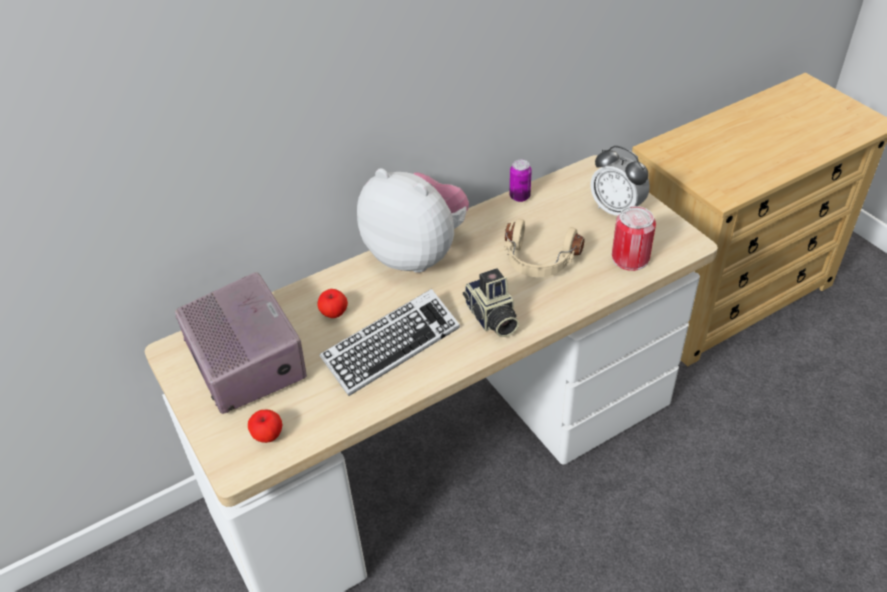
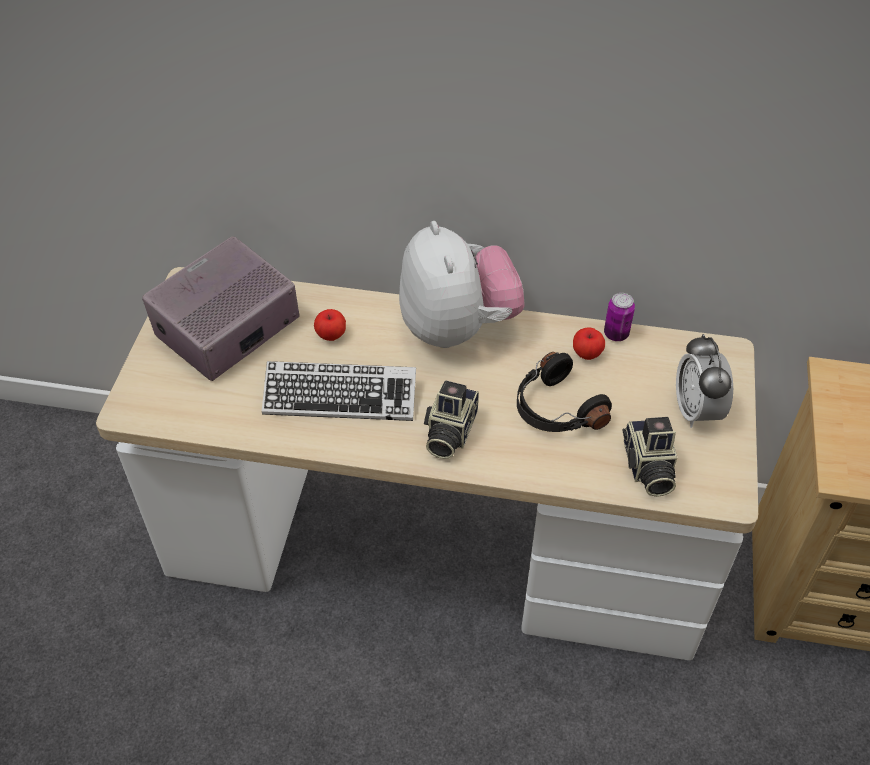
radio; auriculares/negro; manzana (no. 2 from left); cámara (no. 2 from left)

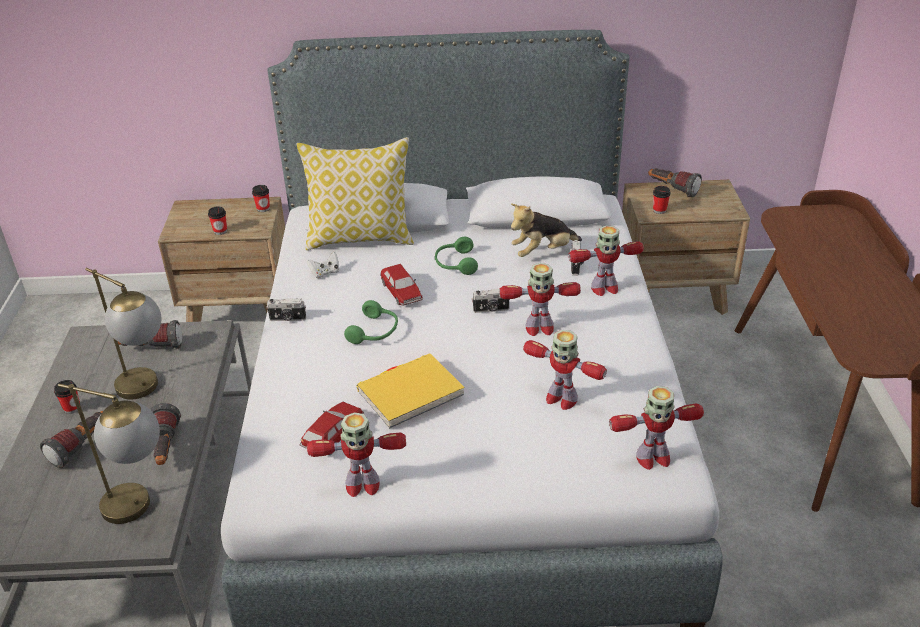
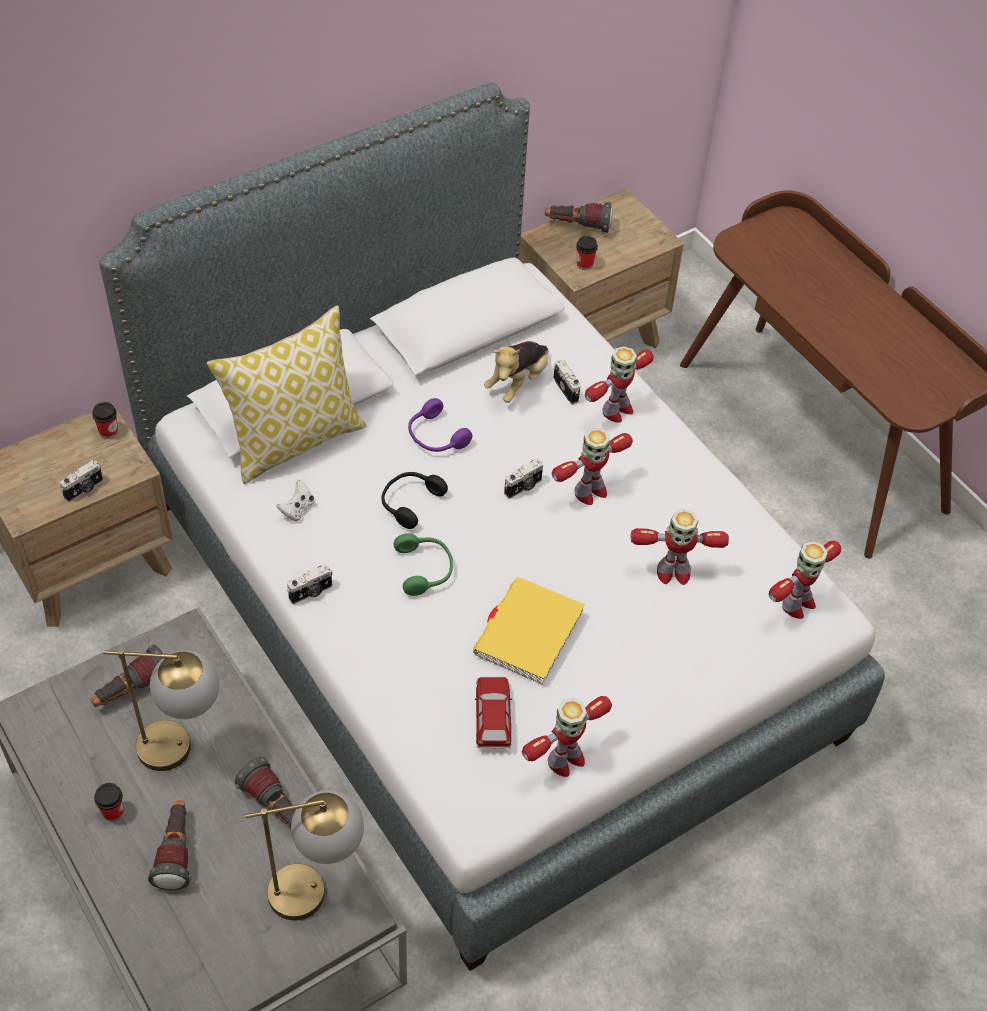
cámara (no. 1 from left); auriculares/negro; auriculares/morado

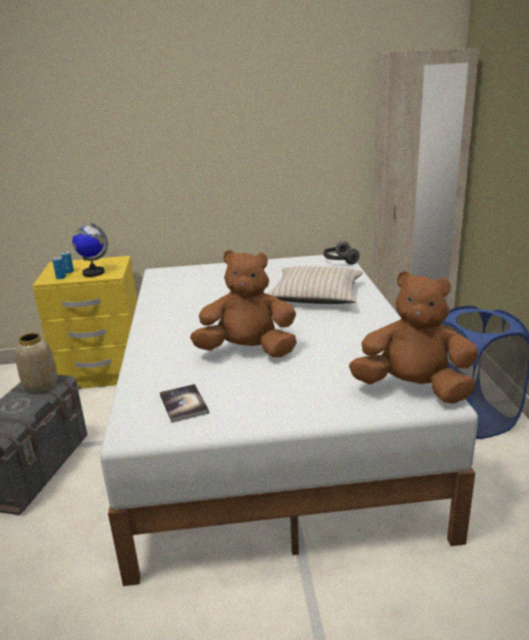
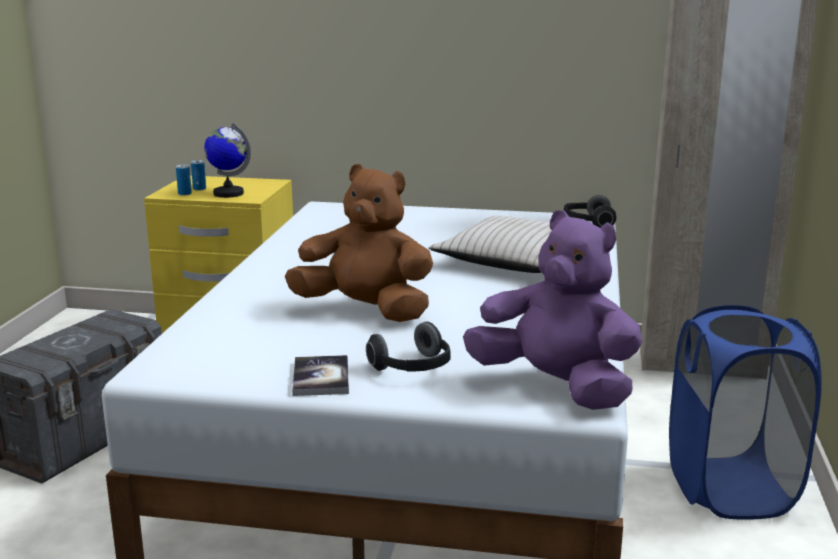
libro; auriculares (no. 1 from left); peluche/morado; florero

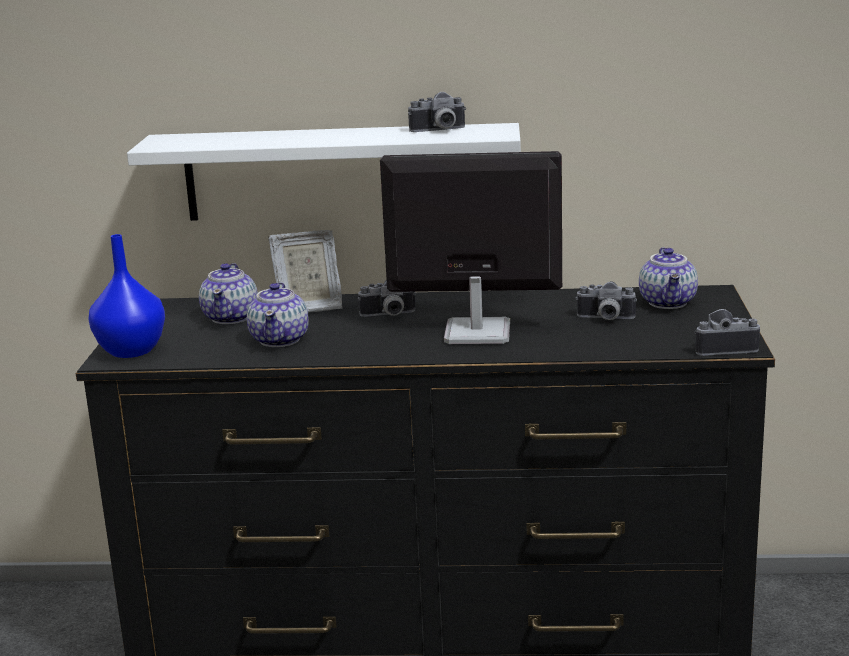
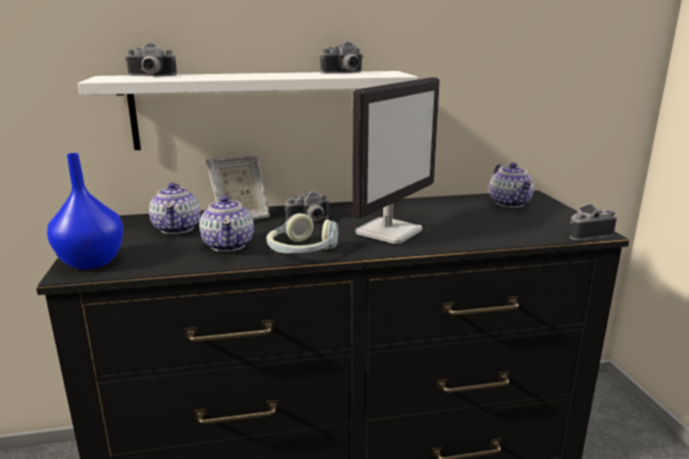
cámara (no. 1 from left); auriculares; monitor

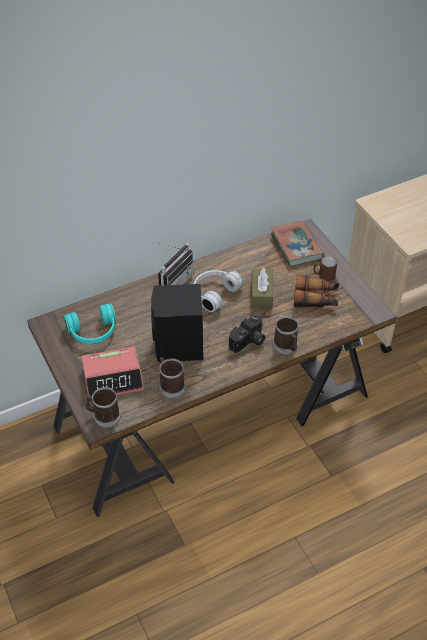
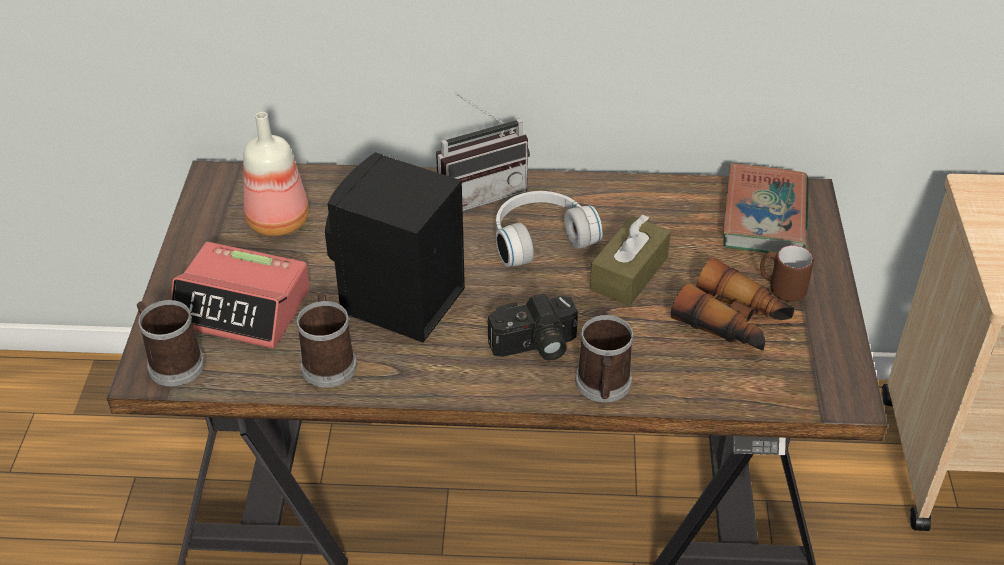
botella

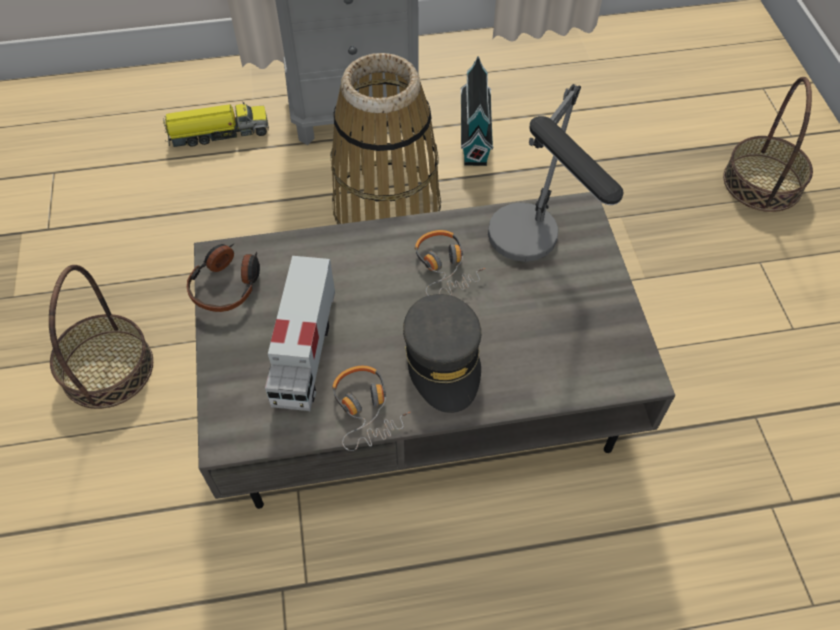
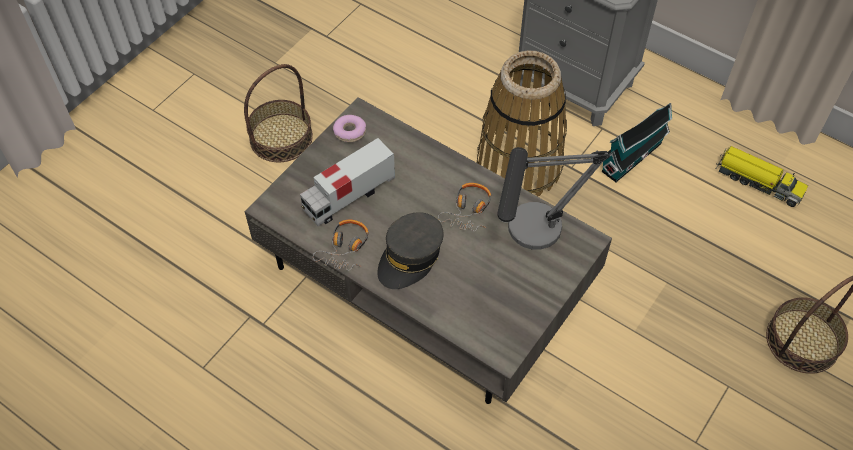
rosquilla; camión de juguete (no. 2 from left)

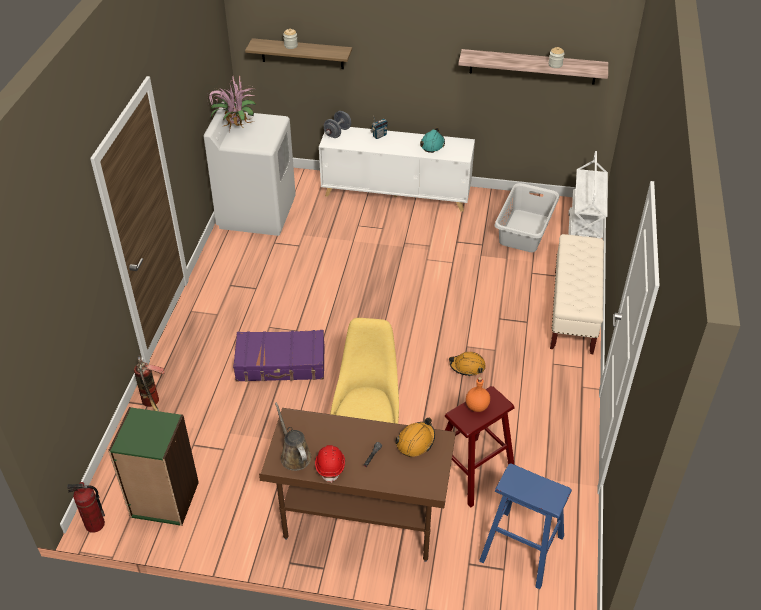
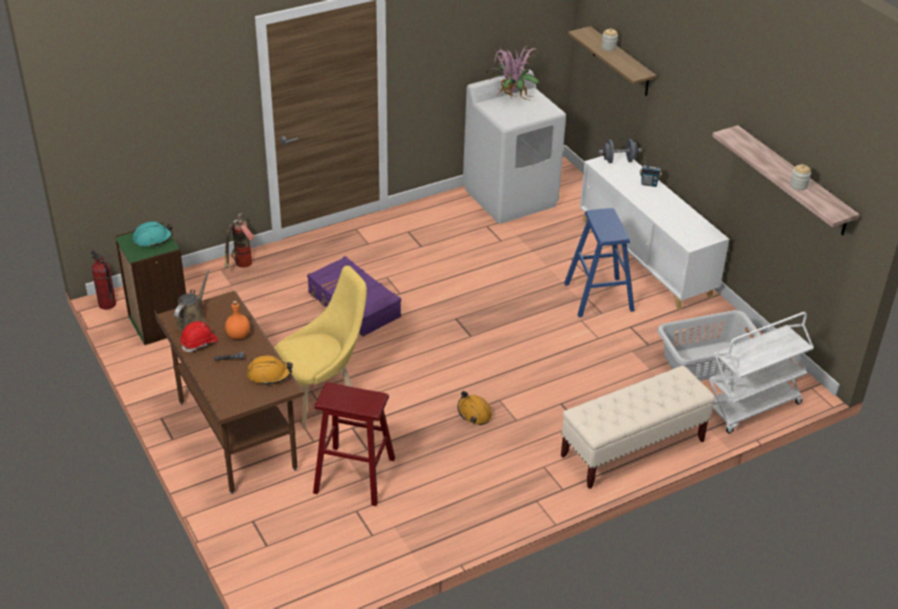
casco/turquesa; botella/naranja; taburete/azul

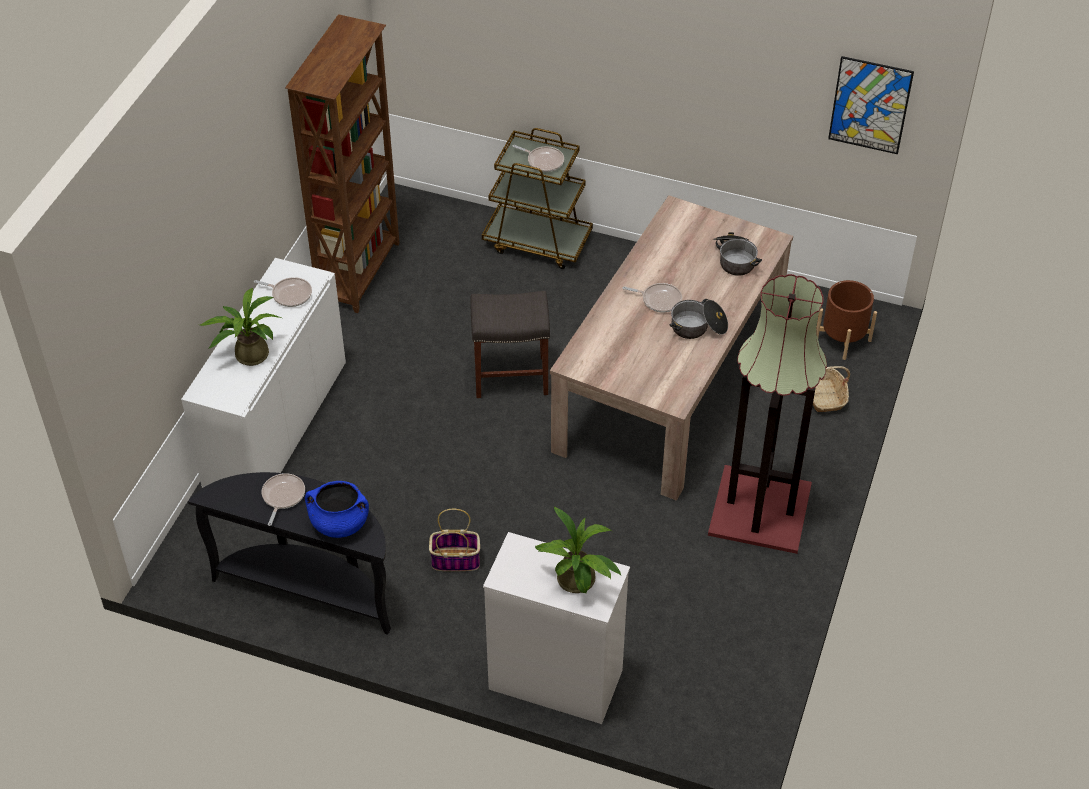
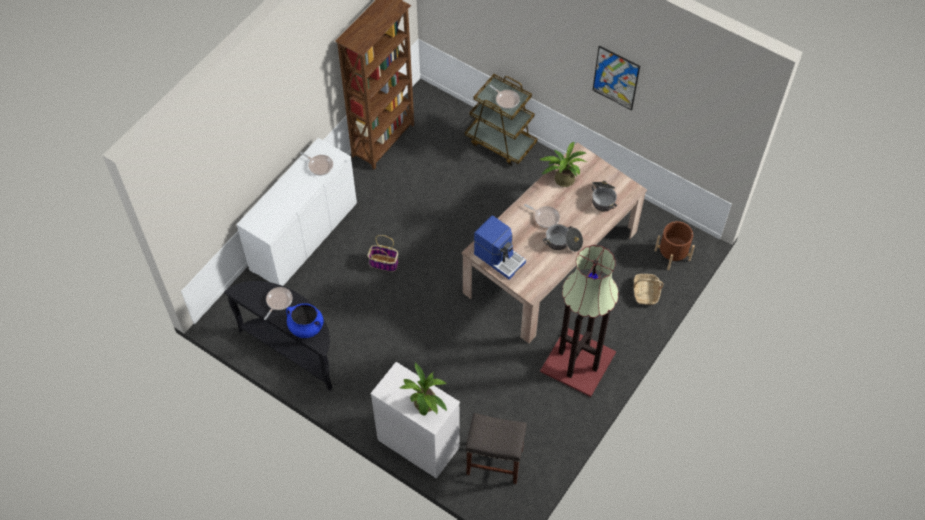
cesta (no. 1 from left); taburete/gris; cafetera; planta en maceta (no. 2 from left); cuadro

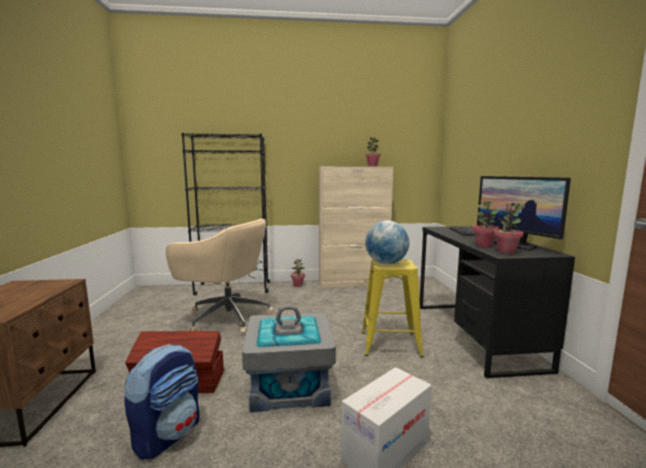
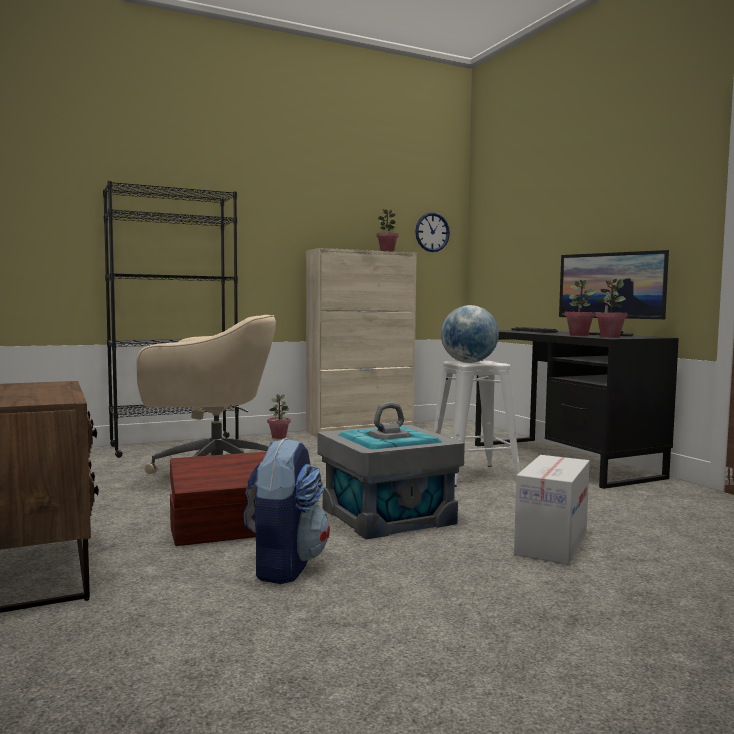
reloj de pared; taburete/blanco

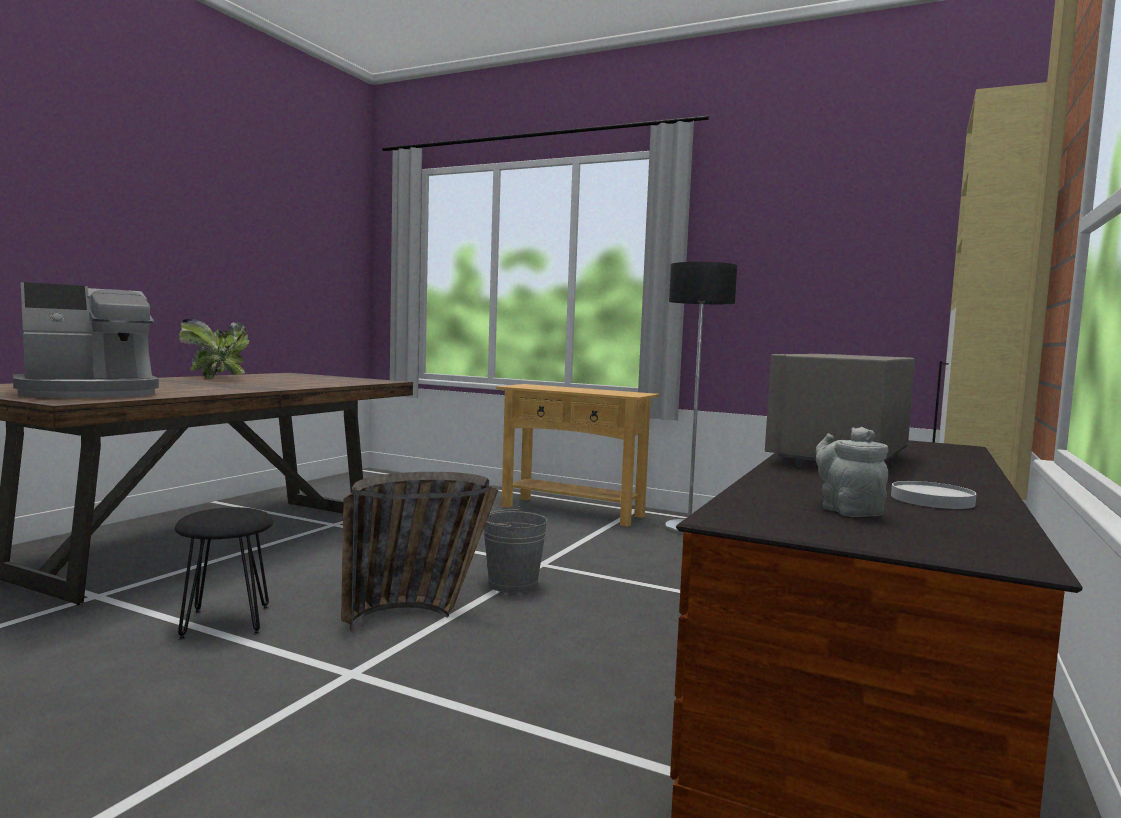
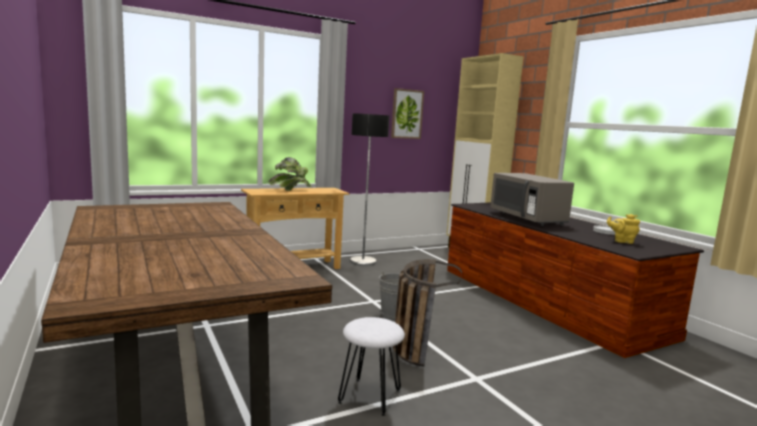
planta en maceta; taburete/blanco; cuadro; tetera/amarillo; cafetera

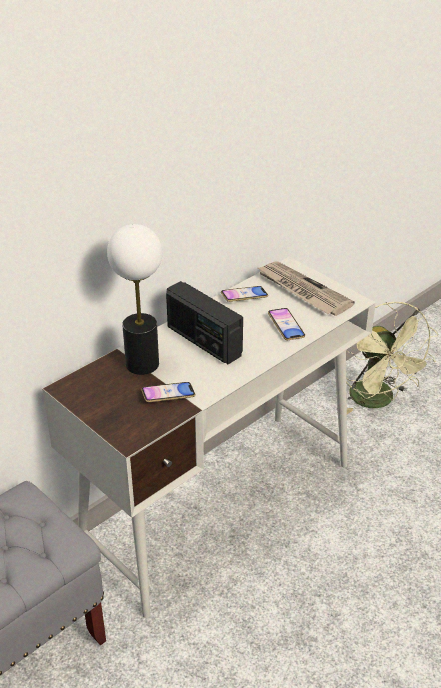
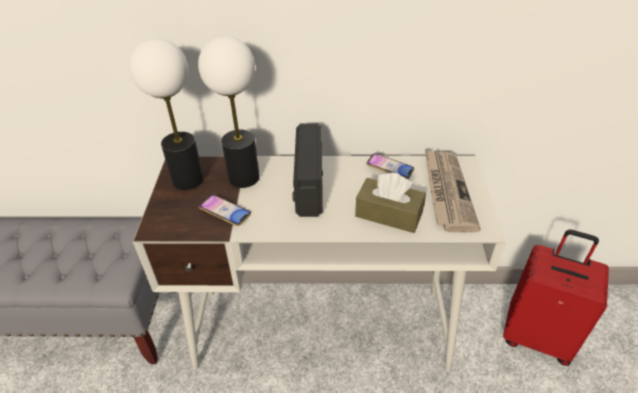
lámpara de mesa (no. 1 from left); caja de pañuelos/marrón; maleta/rojo

